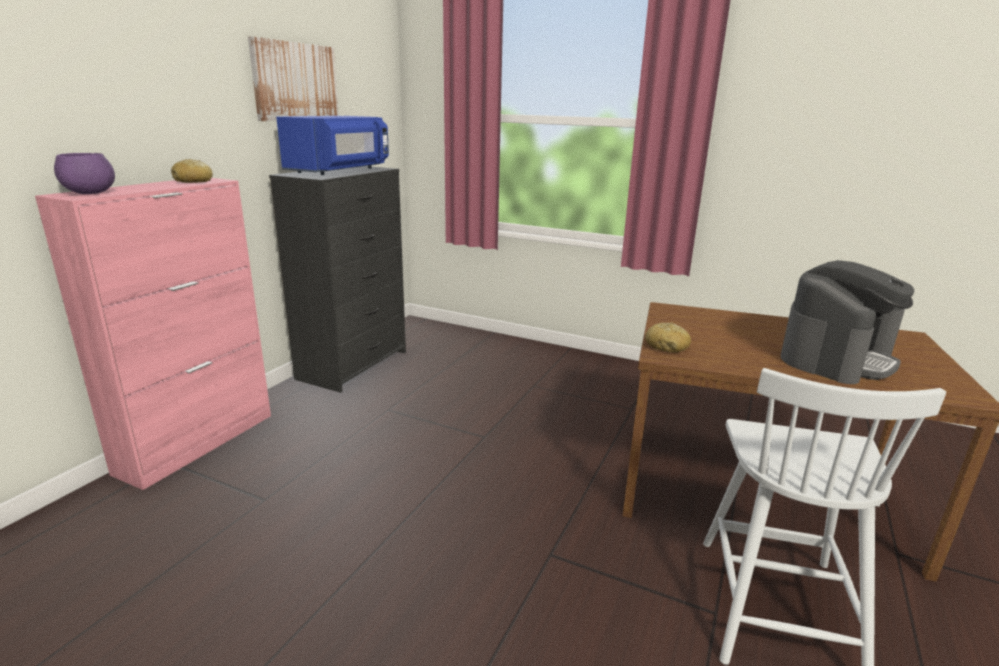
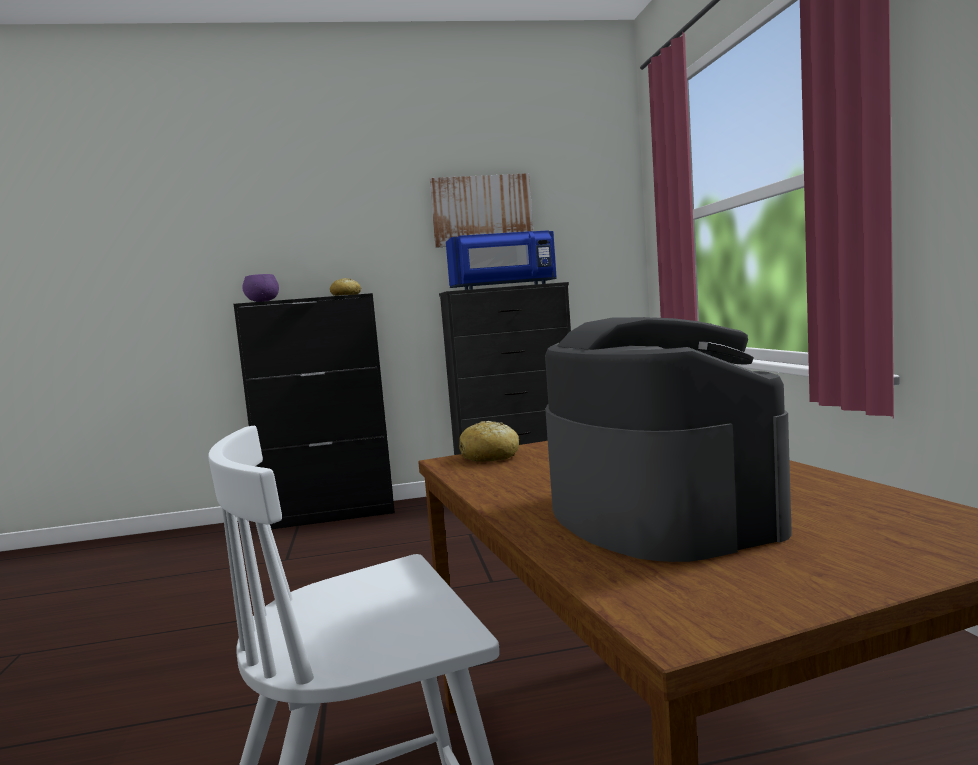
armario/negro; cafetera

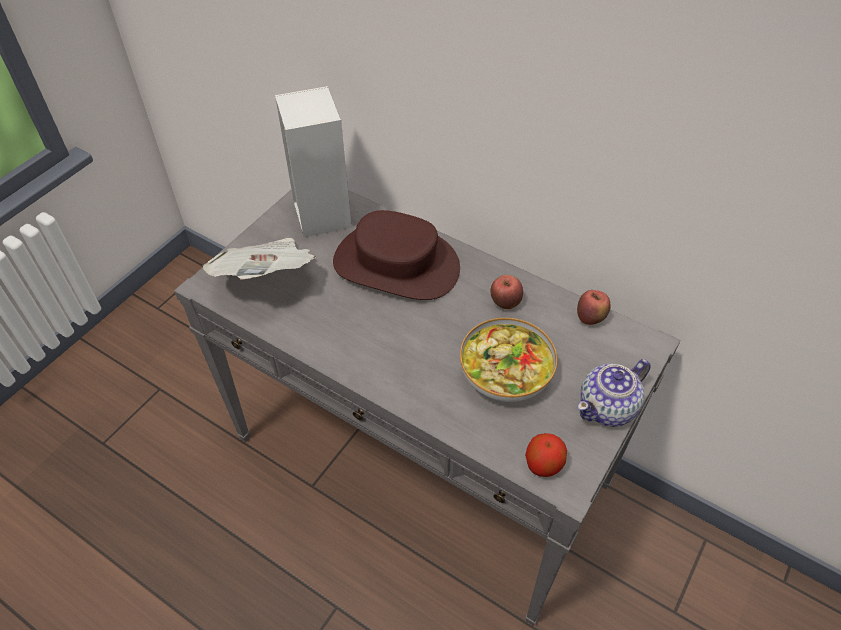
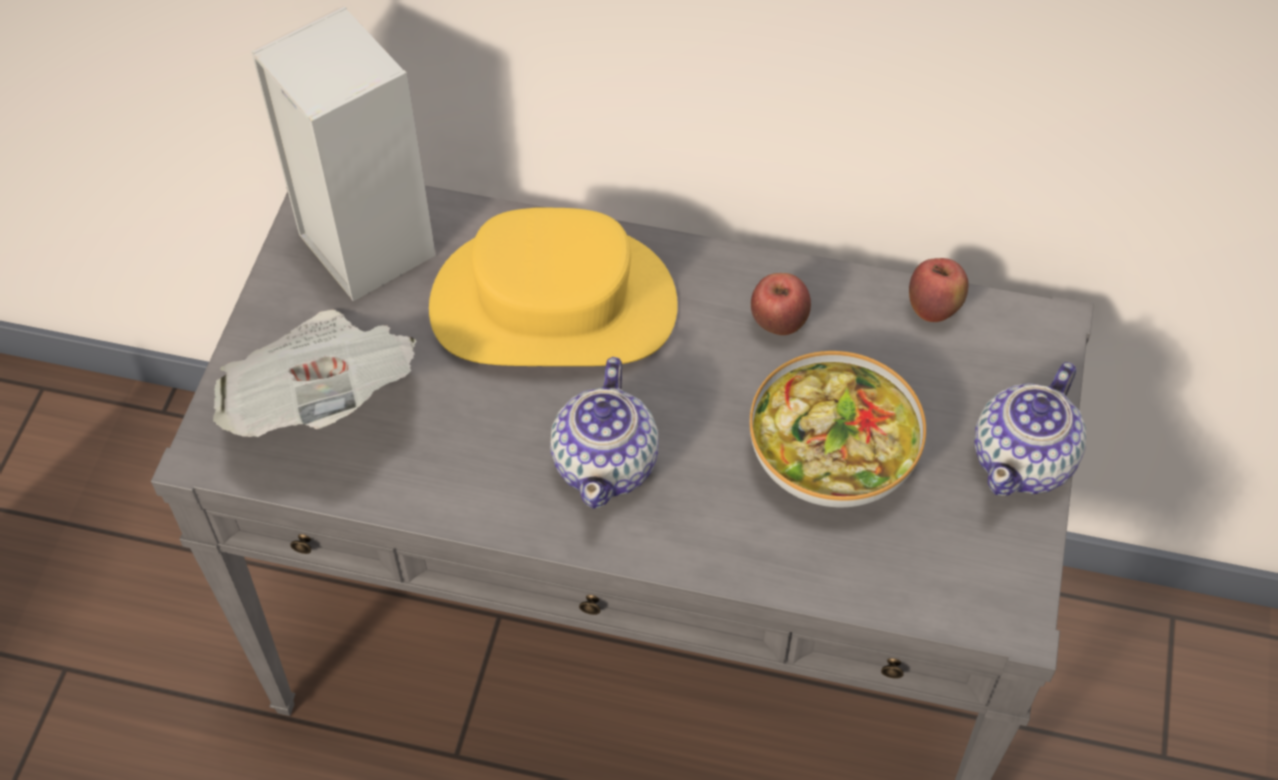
sombrero/amarillo; tetera (no. 1 from left); manzana (no. 2 from left in the first image)

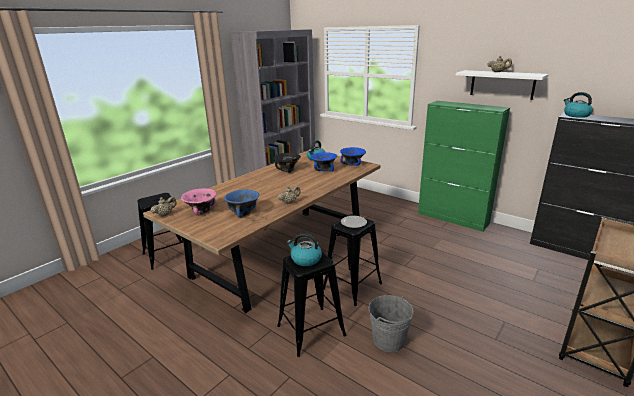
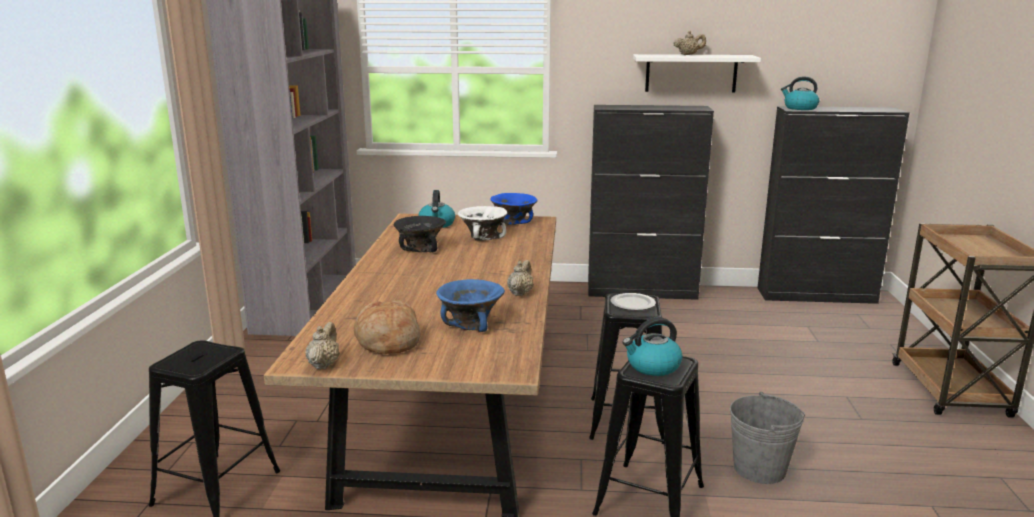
pan; cuenco/blanco; armario/negro (no. 1 from left)

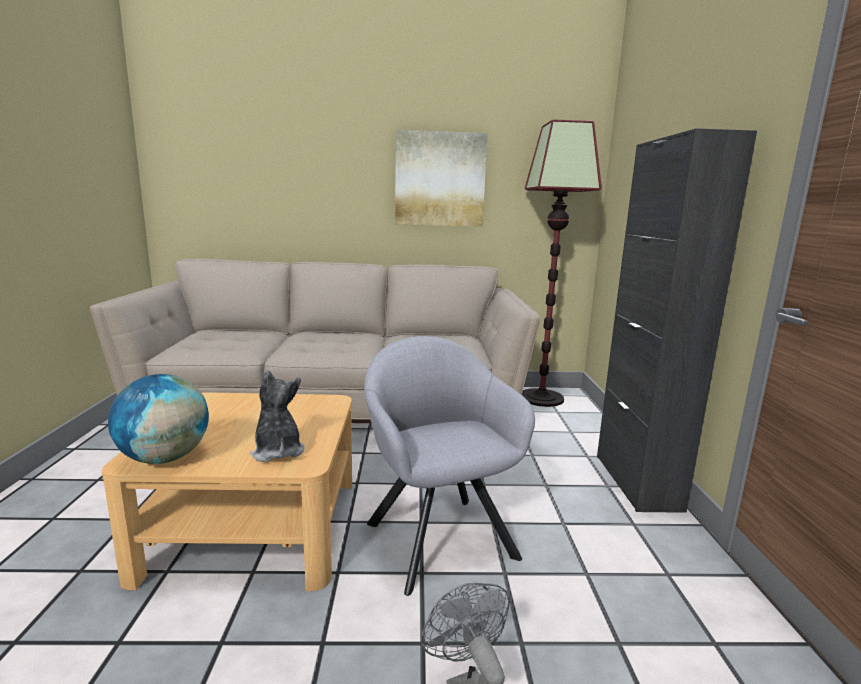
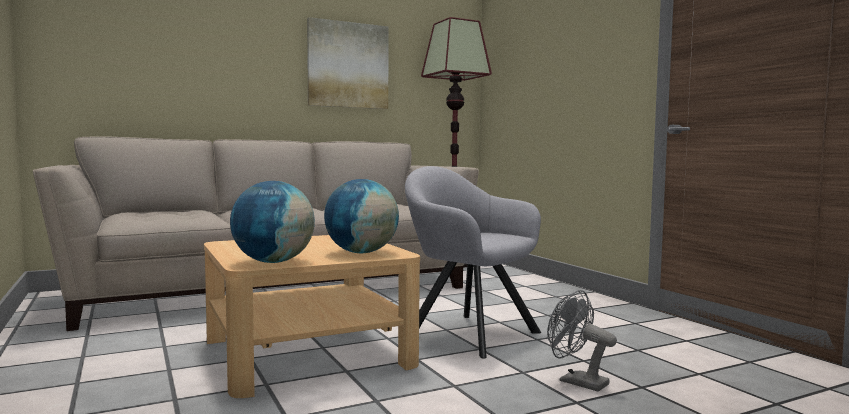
globo terráqueo (no. 2 from left); armario/negro

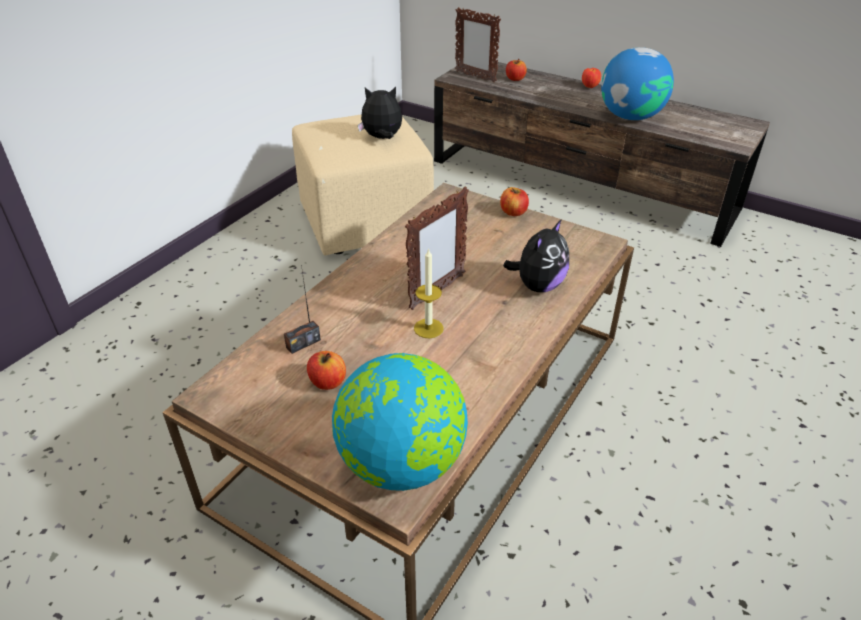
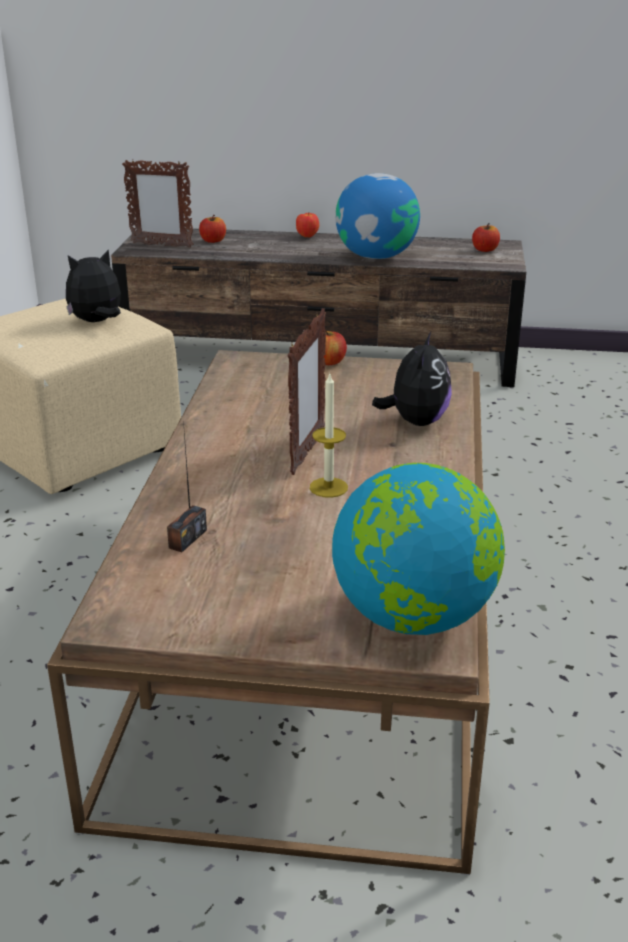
manzana (no. 4 from left)

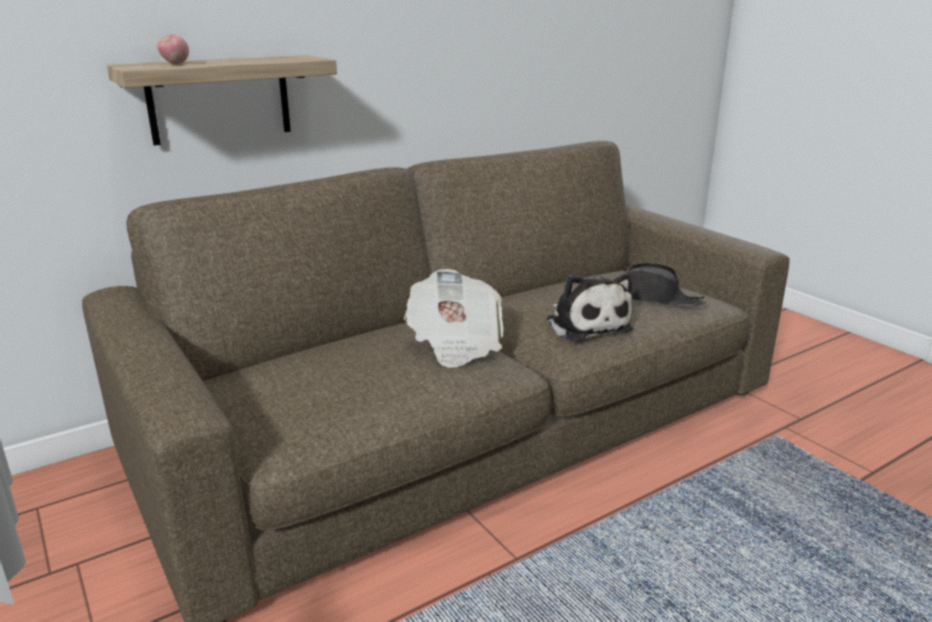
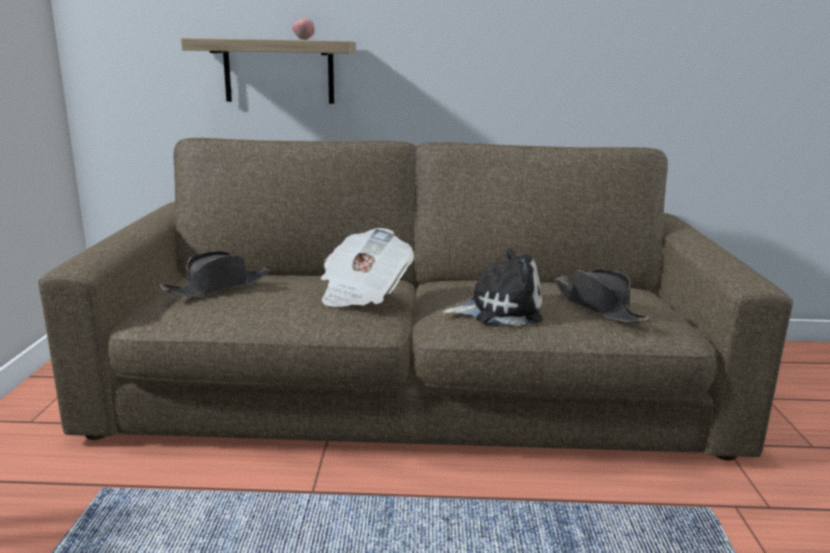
sombrero/negro (no. 1 from left); manzana; peluche

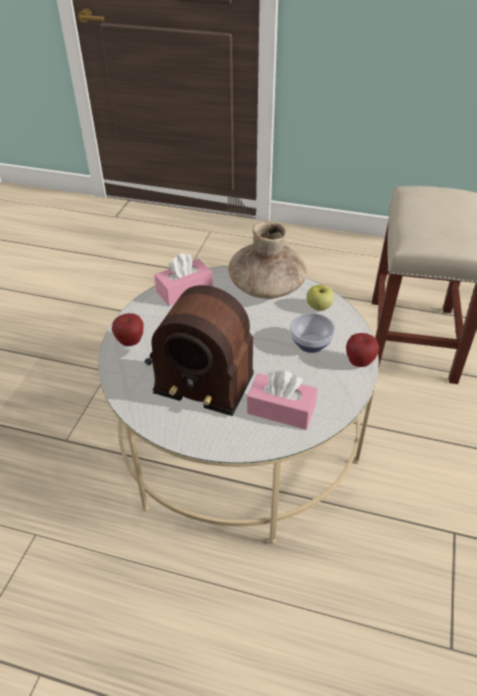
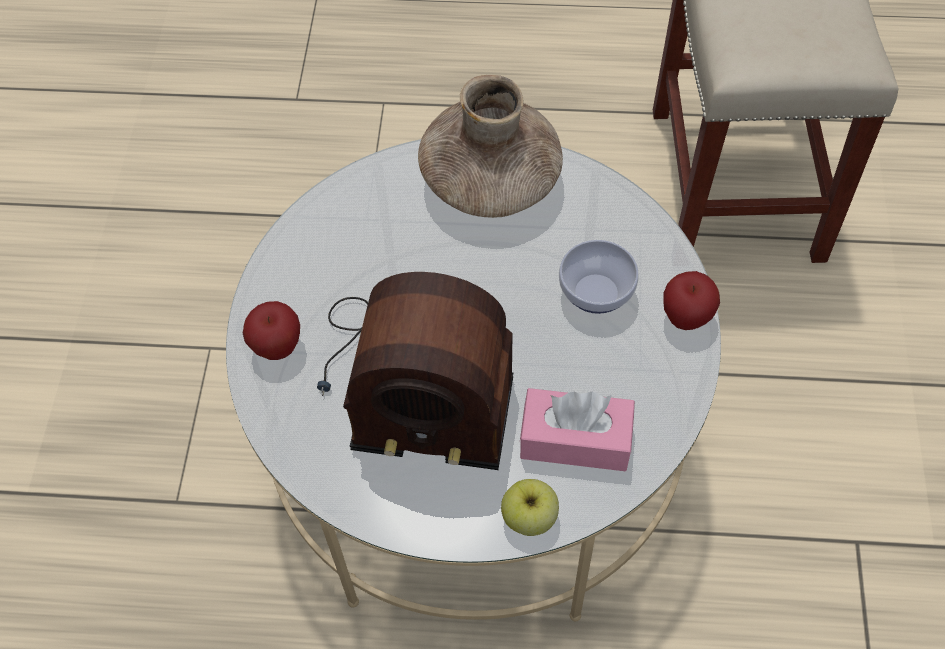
manzana (no. 2 from left); caja de pañuelos/rosa (no. 1 from left in the first image)

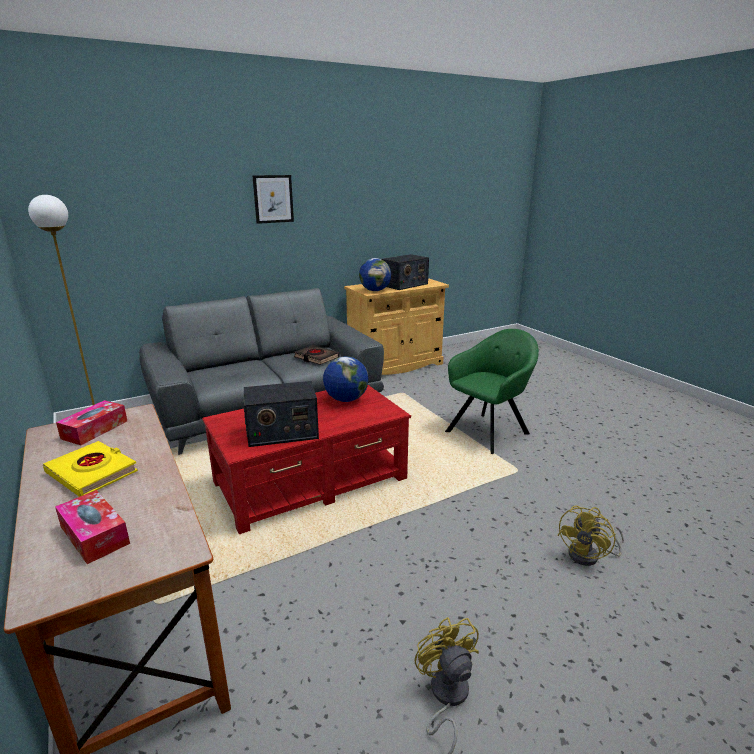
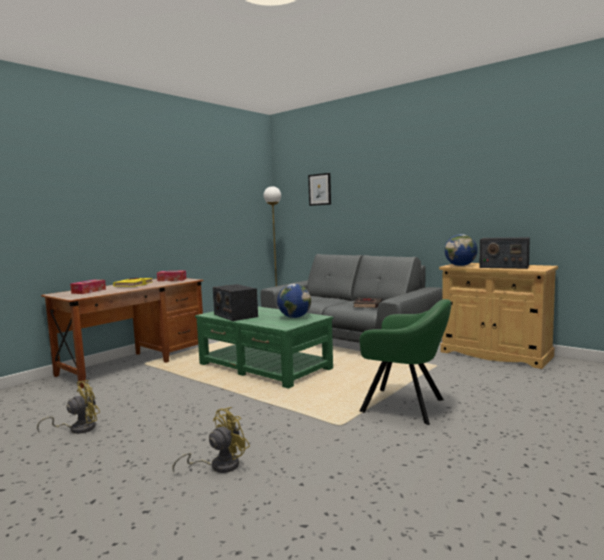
ventilador/amarillo (no. 2 from left); mesa de centro/verde; cuadro

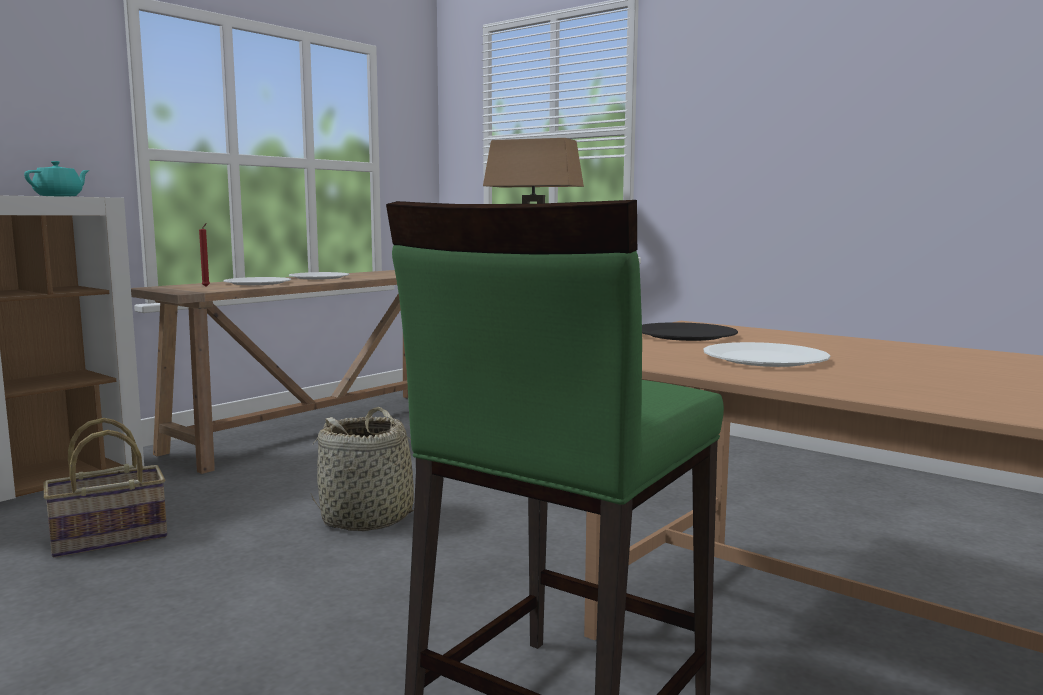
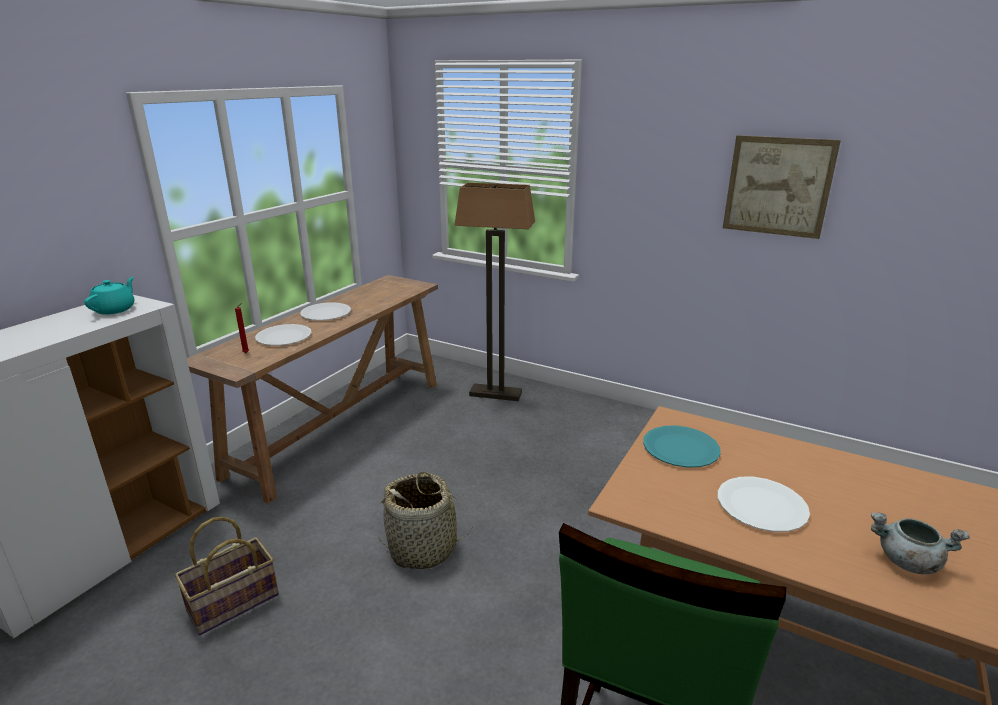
plato/turquesa; cuadro; olla/gris

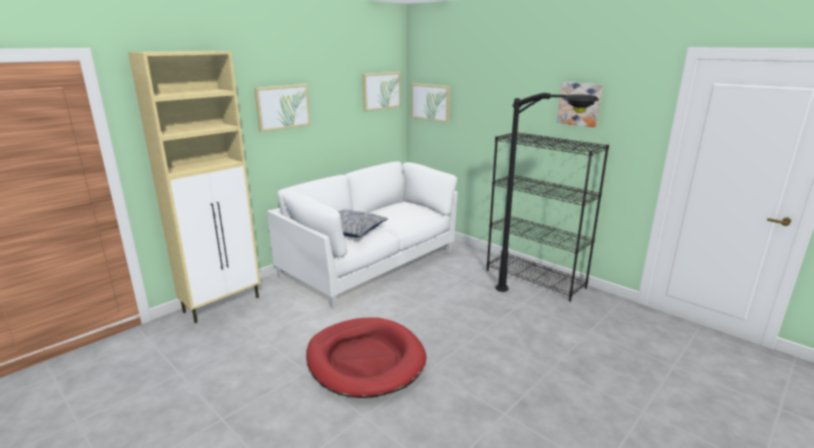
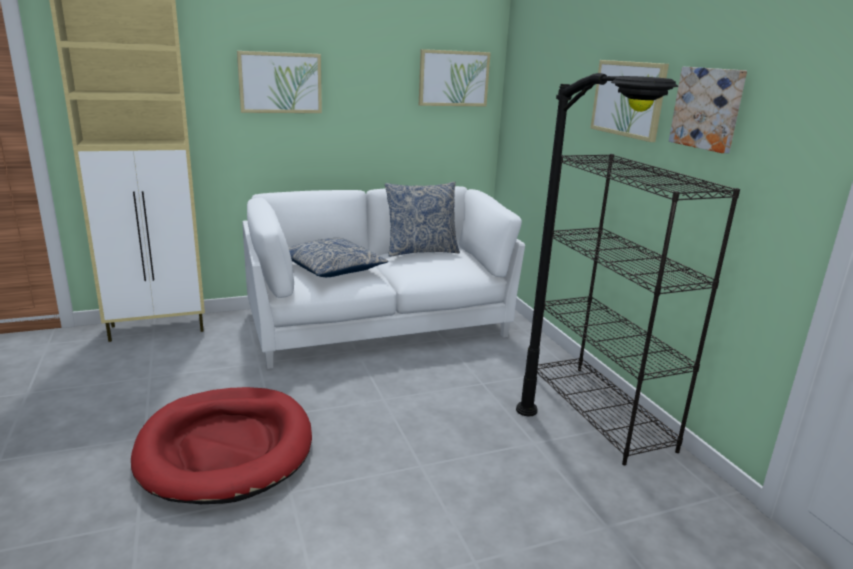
cojín (no. 2 from left); cuadro (no. 3 from left)

